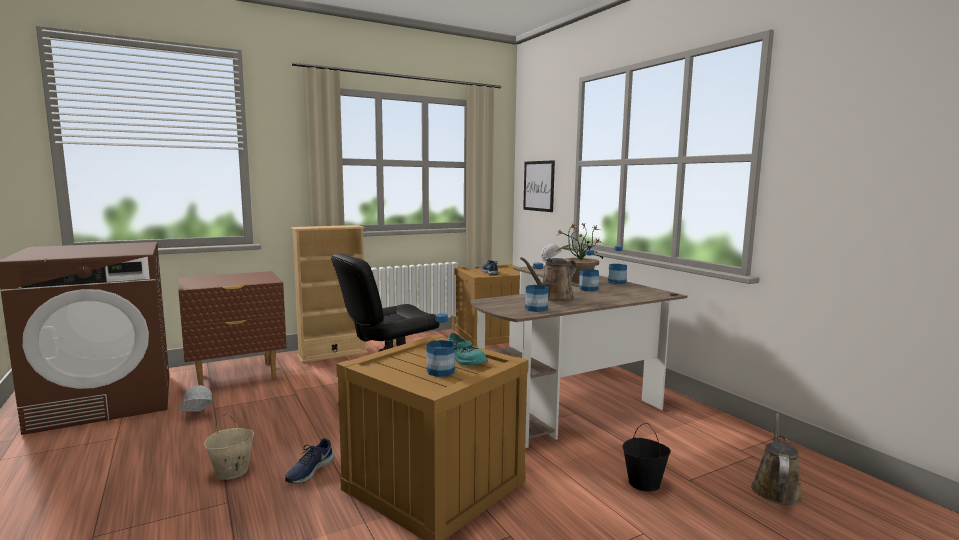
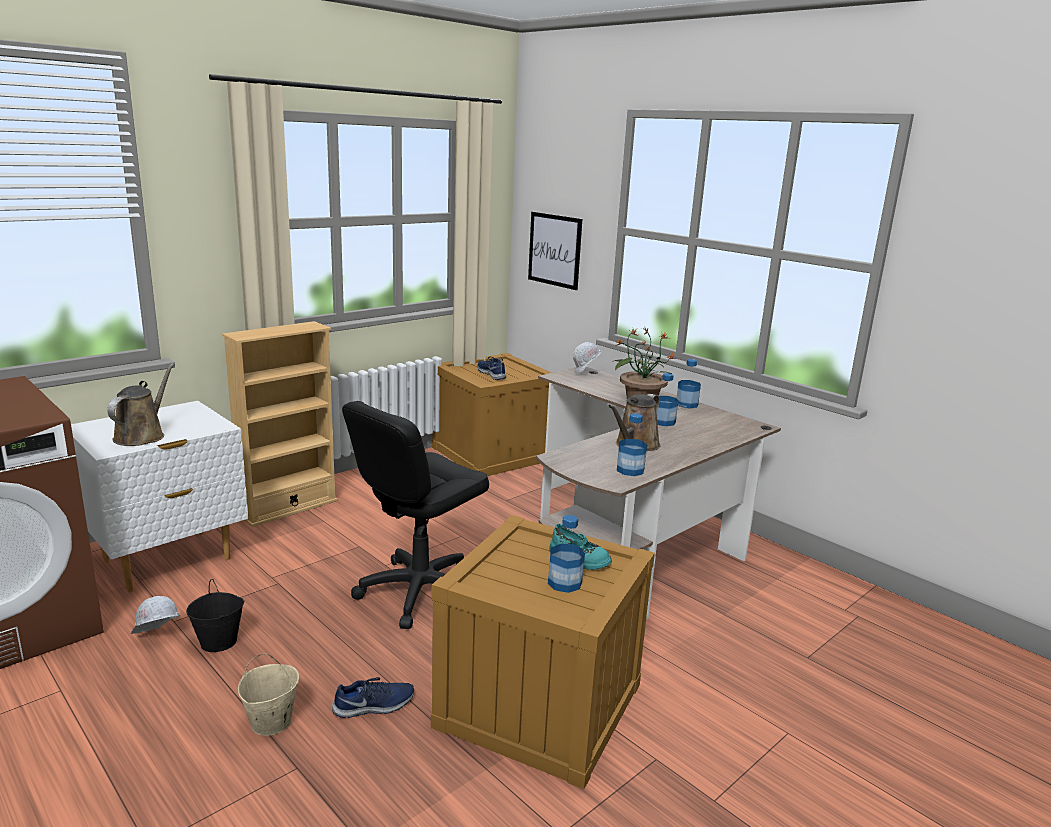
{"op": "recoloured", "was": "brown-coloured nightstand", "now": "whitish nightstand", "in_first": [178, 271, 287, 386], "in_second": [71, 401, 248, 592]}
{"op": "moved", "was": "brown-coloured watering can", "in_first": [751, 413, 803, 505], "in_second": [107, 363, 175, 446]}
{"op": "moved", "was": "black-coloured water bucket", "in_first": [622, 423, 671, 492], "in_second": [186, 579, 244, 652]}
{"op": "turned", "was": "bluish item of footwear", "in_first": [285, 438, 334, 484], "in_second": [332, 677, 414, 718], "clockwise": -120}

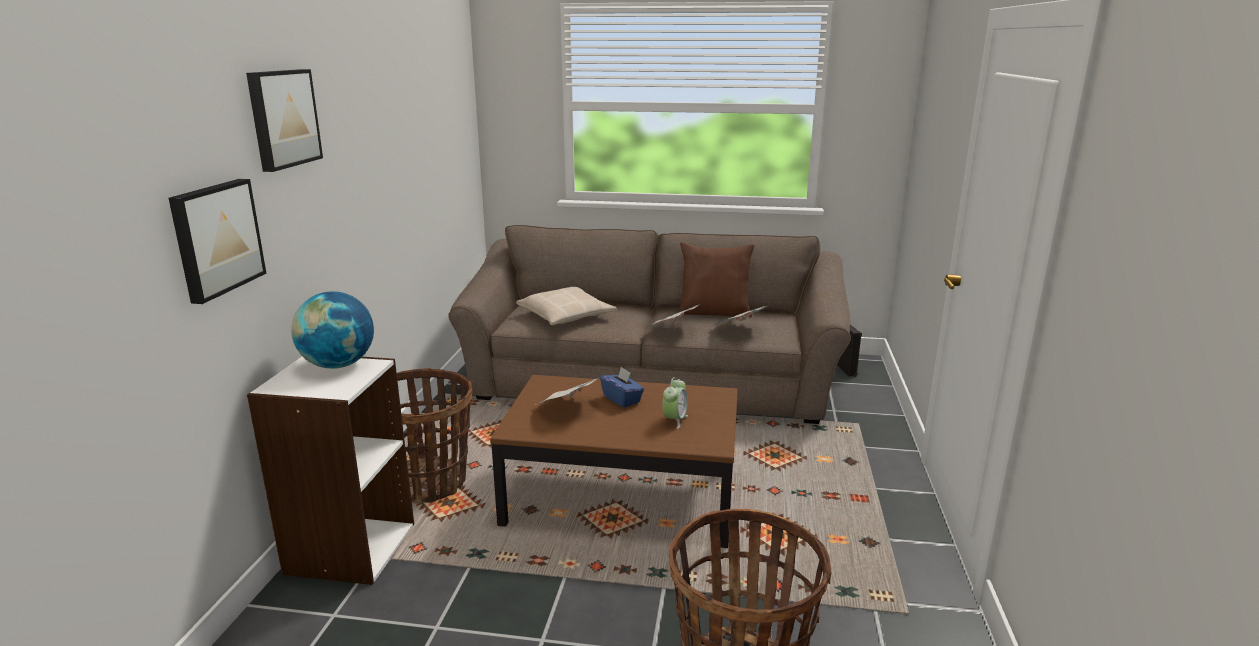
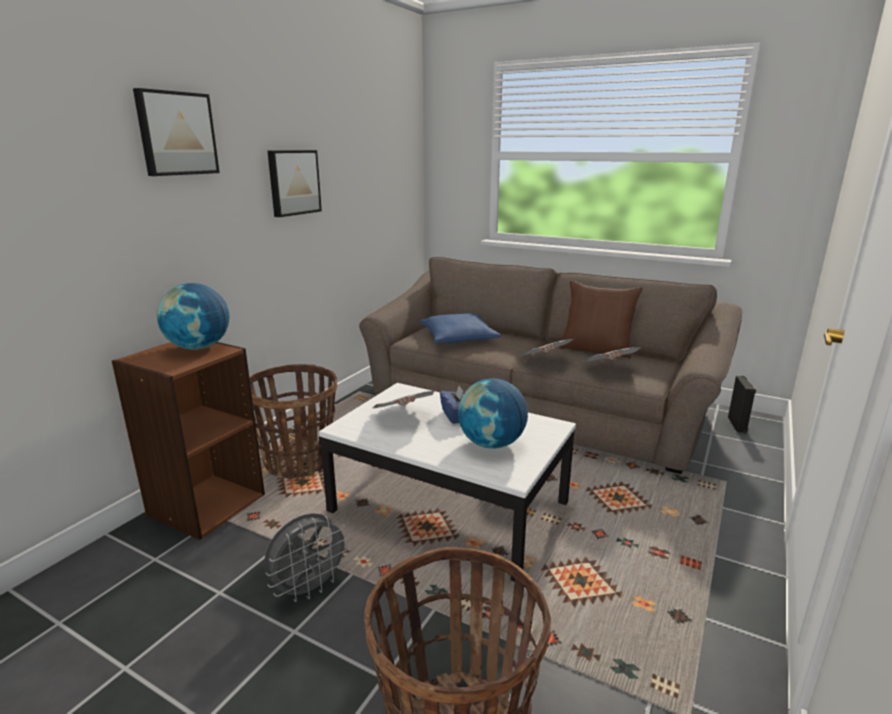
{"op": "moved", "was": "wall picture", "in_first": [168, 179, 266, 304], "in_second": [268, 150, 322, 217]}
{"op": "recoloured", "was": "beige-coloured pillow", "now": "bluish pillow", "in_first": [516, 287, 617, 325], "in_second": [420, 313, 501, 343]}
{"op": "recoloured", "was": "whitish shelving unit", "now": "brown-coloured shelving unit", "in_first": [247, 357, 414, 585], "in_second": [112, 342, 265, 540]}
{"op": "recoloured", "was": "brown-coloured lounge table", "now": "whitish lounge table", "in_first": [490, 375, 738, 548], "in_second": [319, 383, 576, 582]}
{"op": "replaced", "was": "alarm clock", "now": "globe", "in_first": [663, 377, 688, 429], "in_second": [458, 378, 528, 449]}
{"op": "added", "now": "grey electric fan", "in_second": [264, 513, 351, 602]}

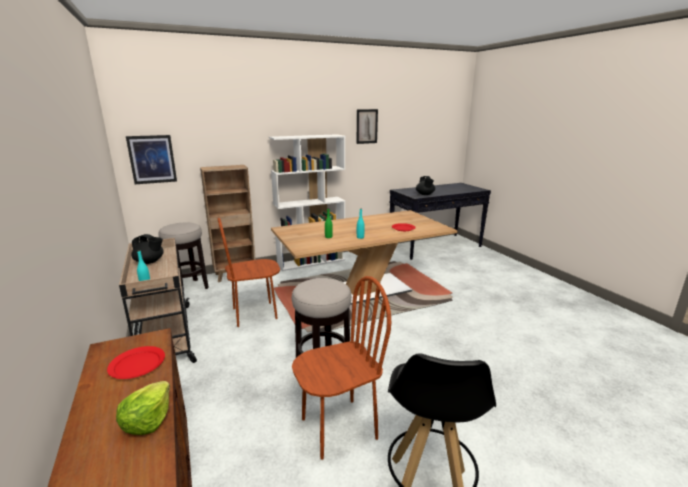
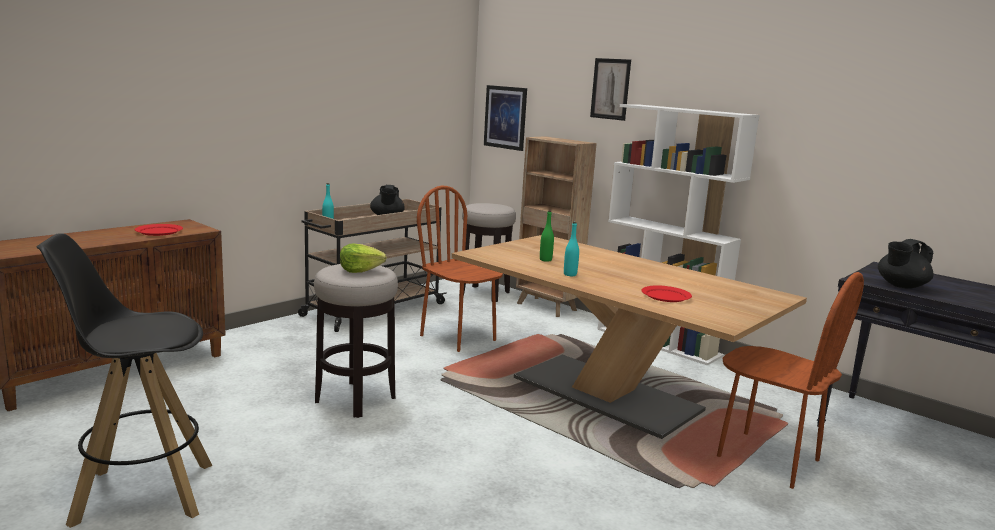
{"op": "moved", "was": "wall picture", "in_first": [357, 109, 378, 144], "in_second": [590, 58, 631, 121]}
{"op": "moved", "was": "brown-coloured upright chair", "in_first": [292, 276, 391, 460], "in_second": [717, 272, 864, 489]}
{"op": "moved", "was": "lettuce", "in_first": [116, 381, 170, 435], "in_second": [340, 243, 387, 273]}

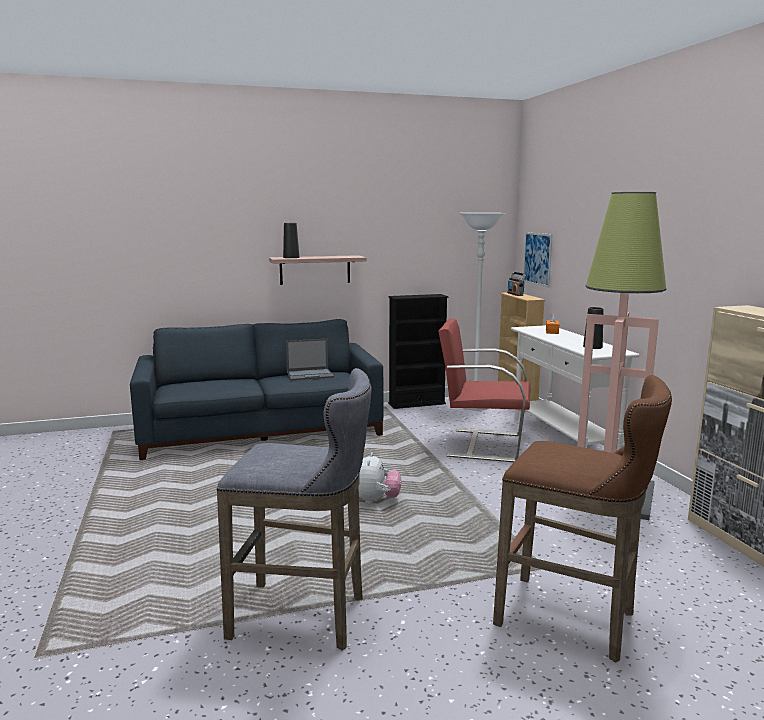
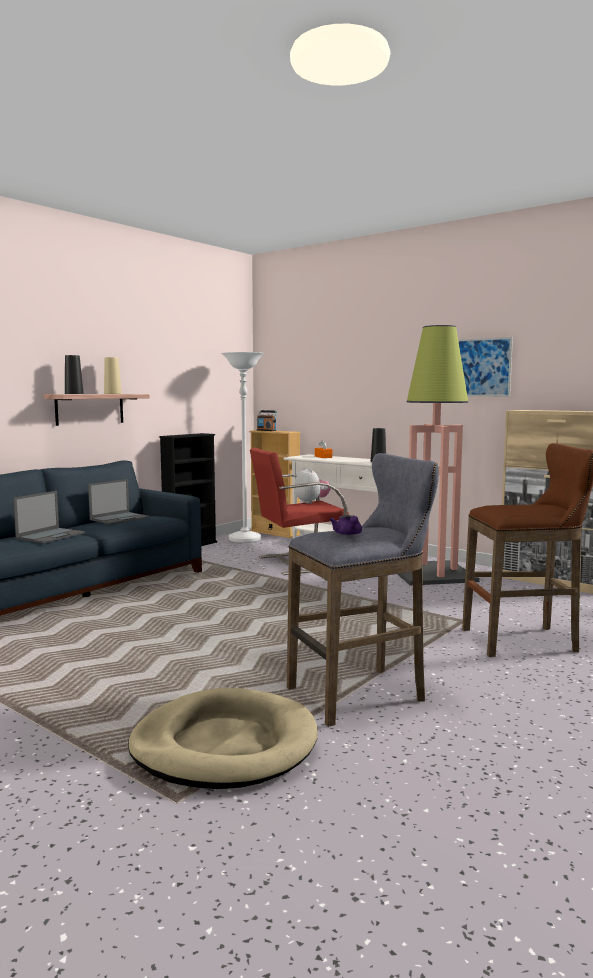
{"op": "moved", "was": "wall picture", "in_first": [523, 232, 553, 287], "in_second": [458, 337, 513, 397]}
{"op": "moved", "was": "cuddly toy", "in_first": [358, 452, 401, 504], "in_second": [294, 467, 330, 504]}
{"op": "added", "now": "beige-coloured vase", "in_second": [104, 357, 122, 394]}
{"op": "added", "now": "portable computer", "in_second": [13, 491, 85, 543]}
{"op": "added", "now": "purplish tea pot", "in_second": [329, 515, 362, 535]}
{"op": "added", "now": "beige-coloured dog cushion", "in_second": [128, 688, 318, 789]}

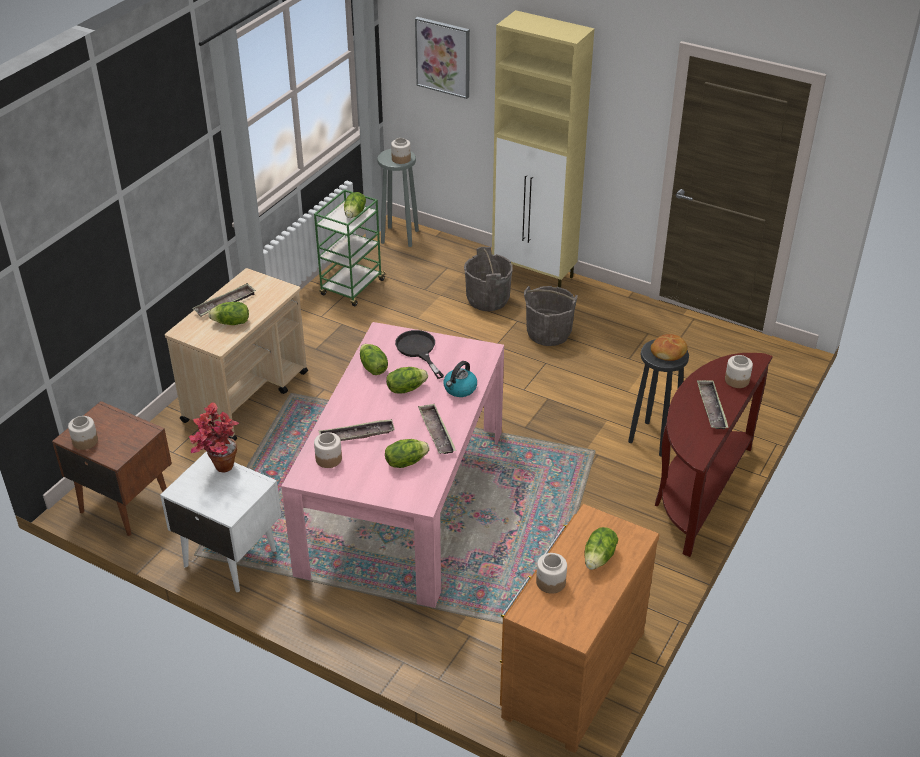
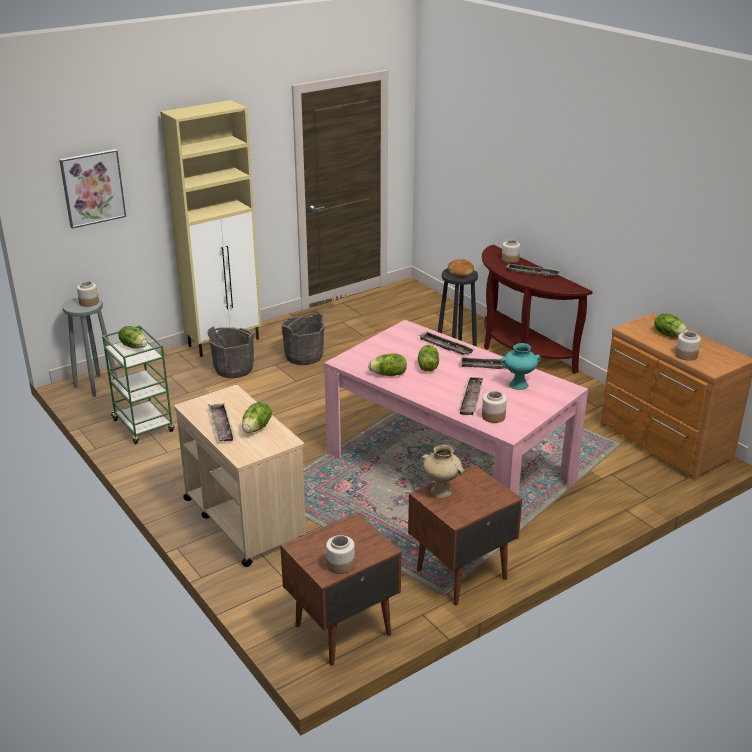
{"op": "removed", "was": "black-coloured frying pan", "in_first": [395, 330, 444, 379]}
{"op": "replaced", "was": "water kettle", "now": "tray", "in_first": [443, 361, 477, 397], "in_second": [418, 331, 475, 355]}
{"op": "replaced", "was": "plant in a pot", "now": "beige-coloured vase", "in_first": [189, 402, 239, 473], "in_second": [420, 445, 464, 498]}
{"op": "replaced", "was": "lettuce", "now": "blue-green vase", "in_first": [385, 439, 430, 468], "in_second": [501, 343, 541, 390]}
{"op": "recoloured", "was": "whitish nightstand", "now": "brown-coloured nightstand", "in_first": [160, 451, 281, 592], "in_second": [408, 465, 522, 606]}

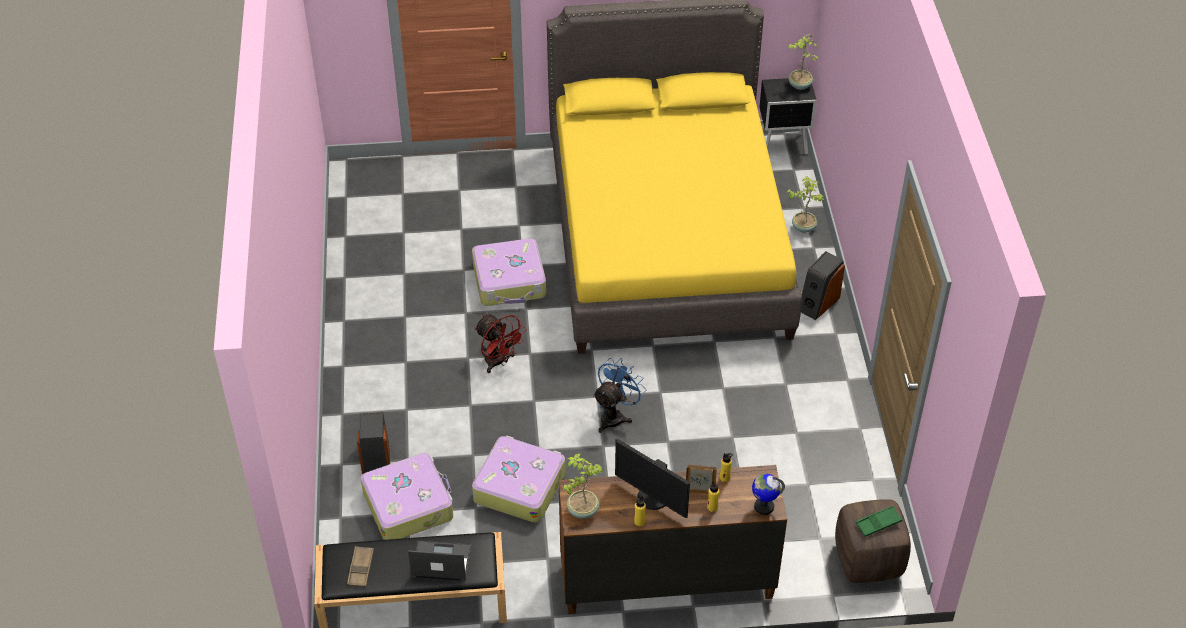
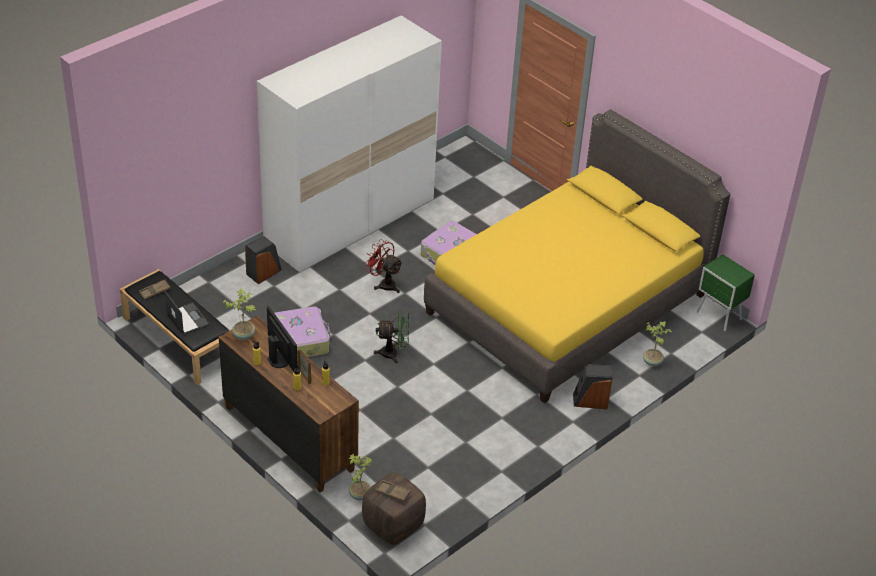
{"op": "moved", "was": "plant in a pot", "in_first": [788, 34, 818, 90], "in_second": [349, 454, 373, 500]}
{"op": "recoloured", "was": "black-coloured nightstand", "now": "greenish nightstand", "in_first": [759, 78, 817, 155], "in_second": [696, 254, 755, 331]}
{"op": "turned", "was": "red-coloured electric fan", "in_first": [474, 314, 527, 373], "in_second": [364, 239, 403, 293], "clockwise": 120}
{"op": "recoloured", "was": "bluish electric fan", "now": "greenish electric fan", "in_first": [593, 358, 646, 433], "in_second": [374, 311, 409, 363]}
{"op": "turned", "was": "monitor", "in_first": [615, 439, 690, 518], "in_second": [267, 306, 297, 372], "clockwise": 150}
{"op": "removed", "was": "piece of luggage", "in_first": [361, 453, 453, 540]}
{"op": "removed", "was": "globe", "in_first": [752, 474, 785, 515]}
{"op": "recoloured", "was": "greenish tray", "now": "brown-coloured tray", "in_first": [856, 506, 902, 537], "in_second": [375, 480, 411, 502]}
{"op": "added", "now": "whitish clothes cupboard", "in_second": [257, 15, 442, 272]}

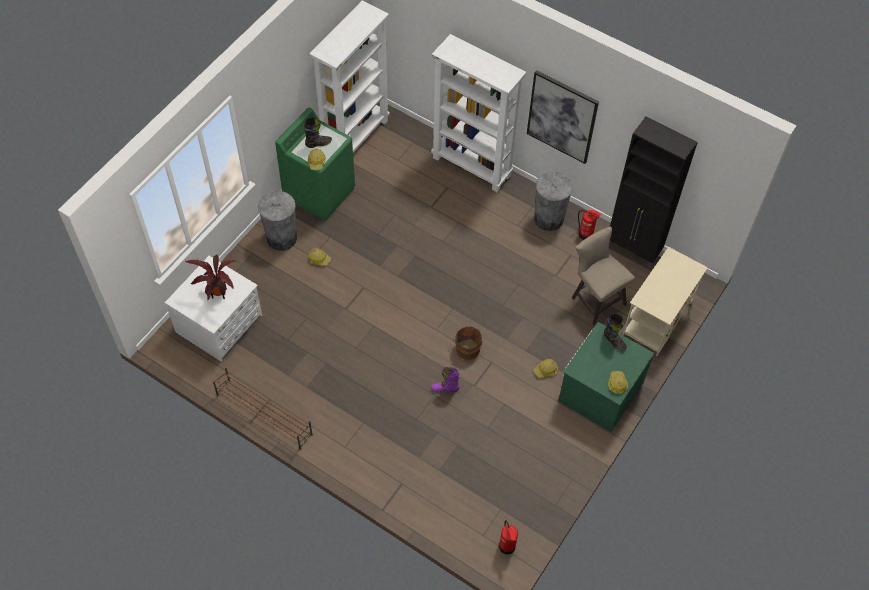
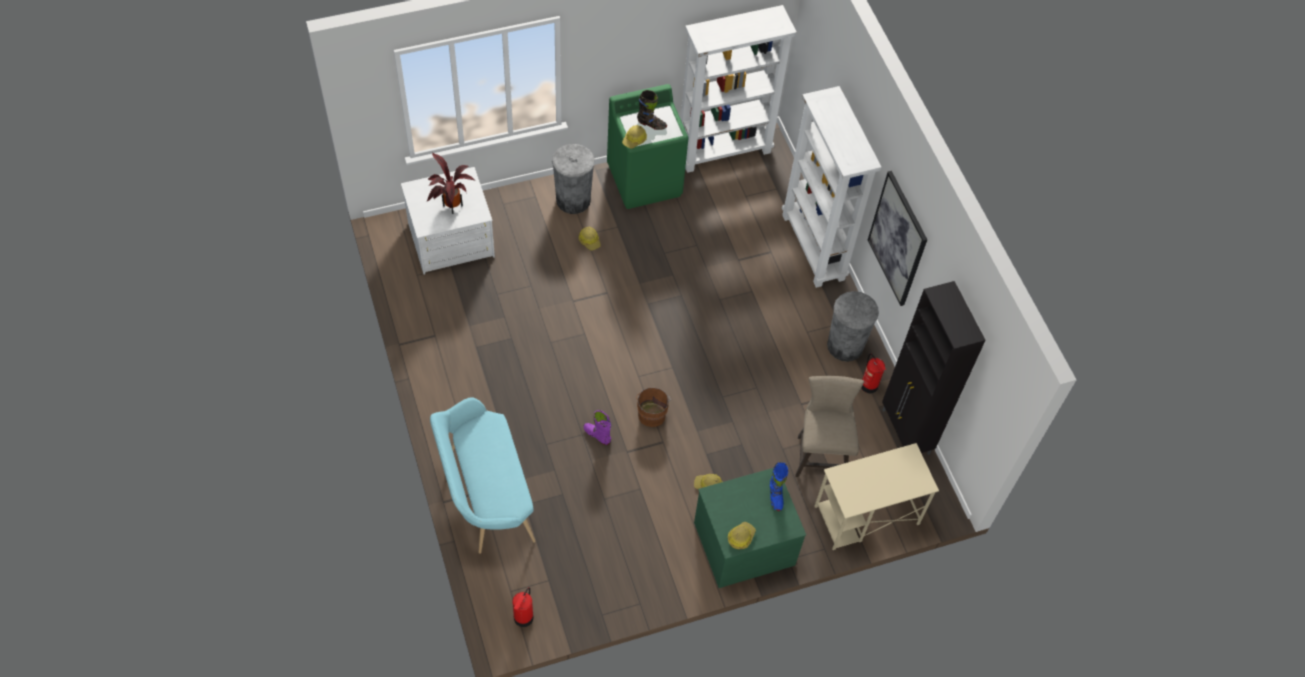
{"op": "recoloured", "was": "black-coloured high-top boot", "now": "bluish high-top boot", "in_first": [604, 313, 627, 351], "in_second": [770, 462, 788, 511]}
{"op": "removed", "was": "brown-coloured shoe stand", "in_first": [213, 367, 313, 450]}
{"op": "added", "now": "blue-green long seat", "in_second": [430, 397, 536, 554]}

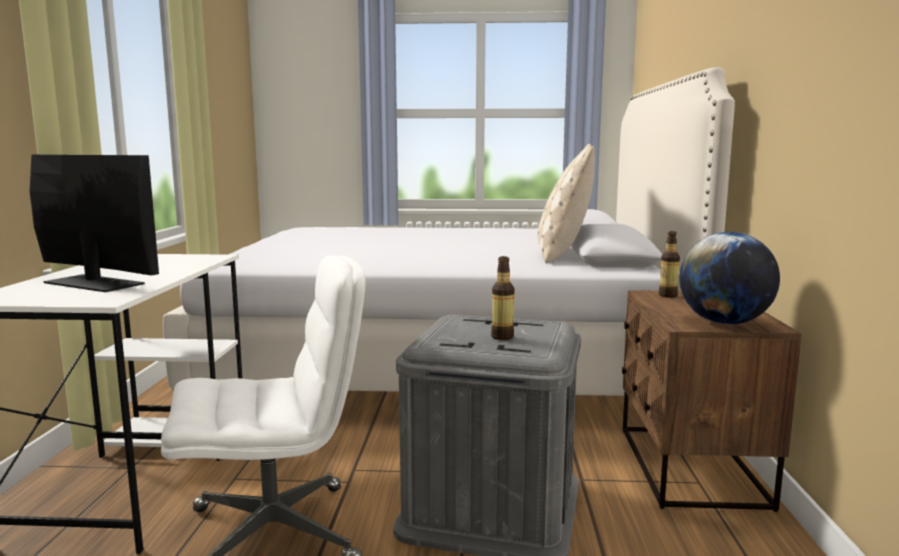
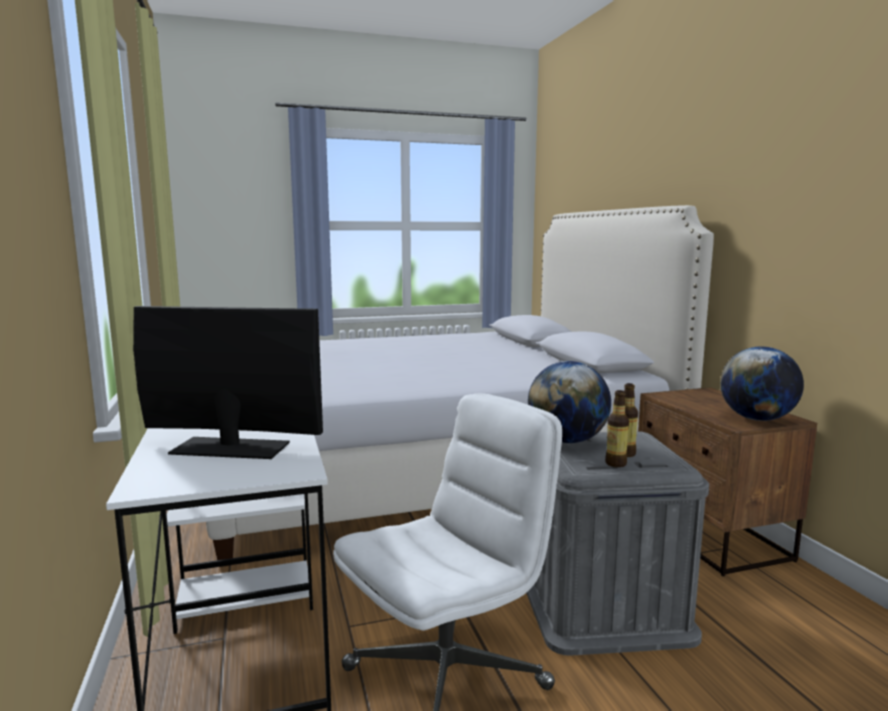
{"op": "removed", "was": "beige-coloured pillow", "in_first": [538, 144, 595, 263]}
{"op": "moved", "was": "bottle", "in_first": [659, 231, 680, 298], "in_second": [605, 390, 629, 467]}
{"op": "added", "now": "globe", "in_second": [528, 361, 611, 443]}

